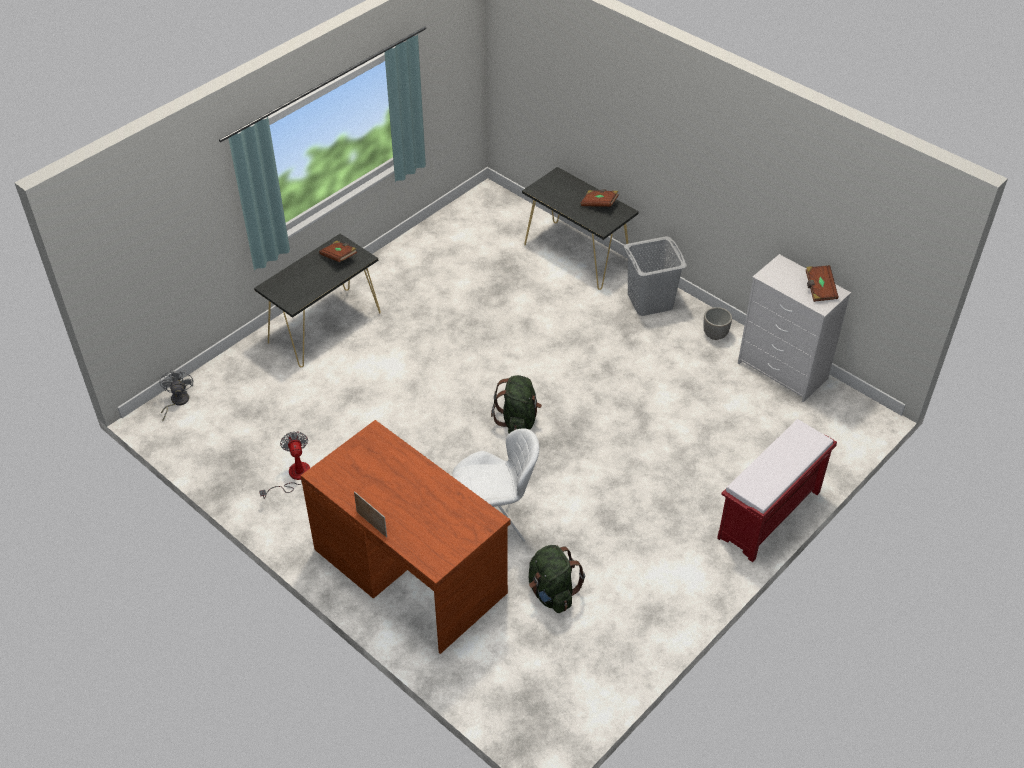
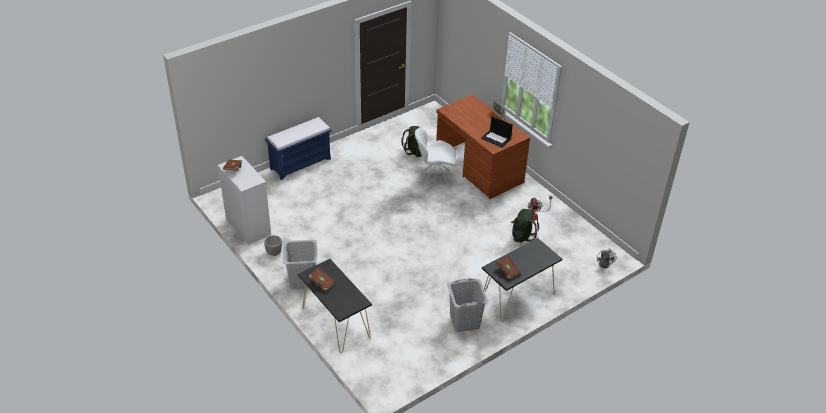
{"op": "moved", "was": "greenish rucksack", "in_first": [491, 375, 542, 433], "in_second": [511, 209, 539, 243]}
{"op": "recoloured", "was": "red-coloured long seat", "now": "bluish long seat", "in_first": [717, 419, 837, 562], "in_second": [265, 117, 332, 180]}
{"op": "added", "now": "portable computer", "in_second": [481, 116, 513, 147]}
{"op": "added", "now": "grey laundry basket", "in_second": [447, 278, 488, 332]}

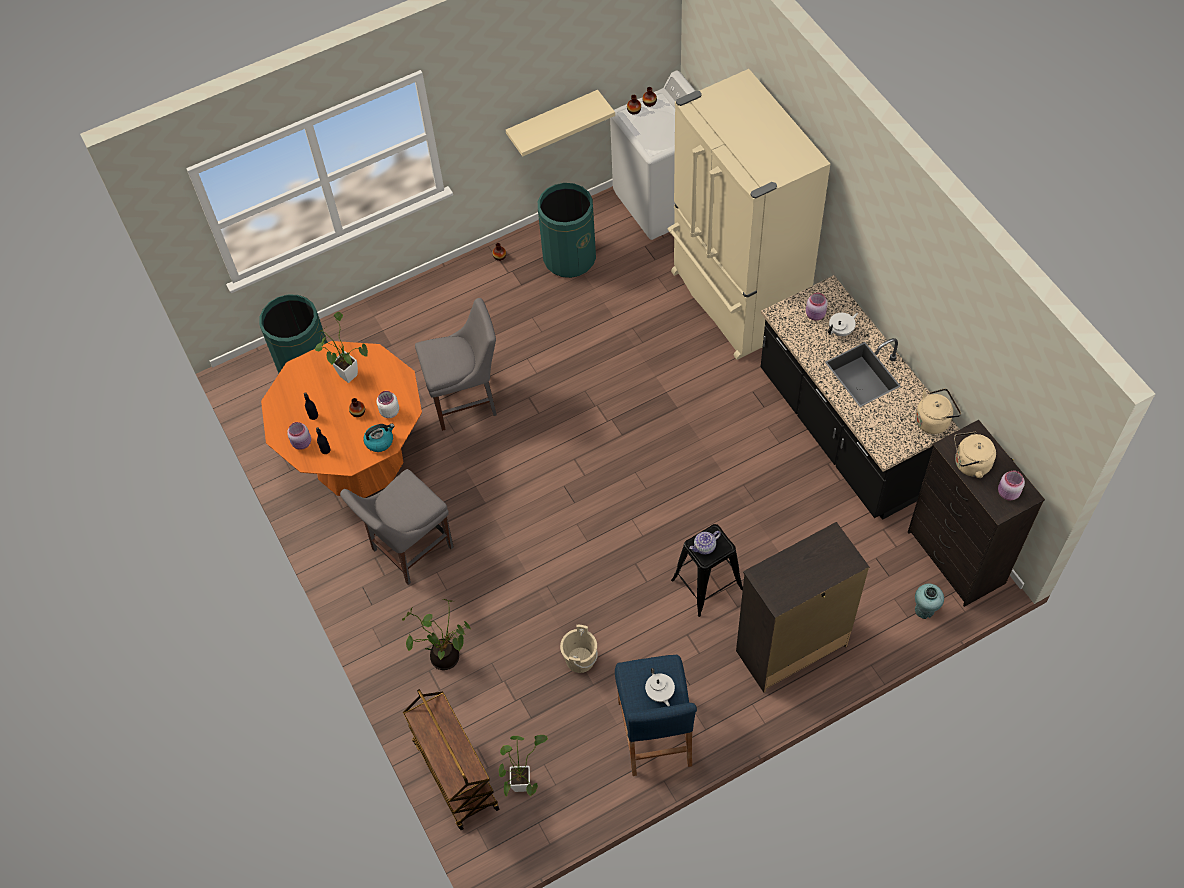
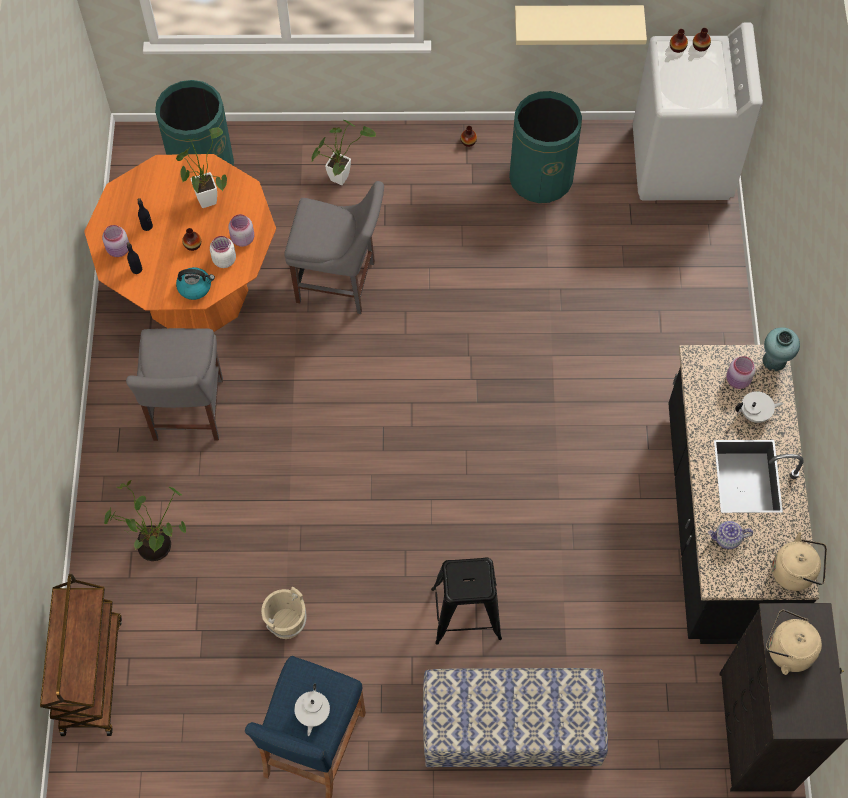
{"op": "removed", "was": "beige-coloured kitchen fridge", "in_first": [668, 69, 830, 360]}
{"op": "turned", "was": "grey upright chair", "in_first": [340, 469, 454, 585], "in_second": [126, 328, 223, 441], "clockwise": -75}
{"op": "moved", "was": "pink-coloured storage jar", "in_first": [998, 471, 1025, 500], "in_second": [228, 214, 254, 247]}
{"op": "replaced", "was": "black-coloured drawer chest", "now": "long seat", "in_first": [736, 522, 869, 693], "in_second": [423, 668, 608, 768]}
{"op": "moved", "was": "tea pot", "in_first": [689, 531, 721, 554], "in_second": [708, 521, 753, 549]}
{"op": "moved", "was": "blue-green vase", "in_first": [915, 583, 944, 619], "in_second": [762, 327, 800, 371]}
{"op": "moved", "was": "plant in a pot", "in_first": [499, 735, 548, 796], "in_second": [312, 120, 376, 185]}

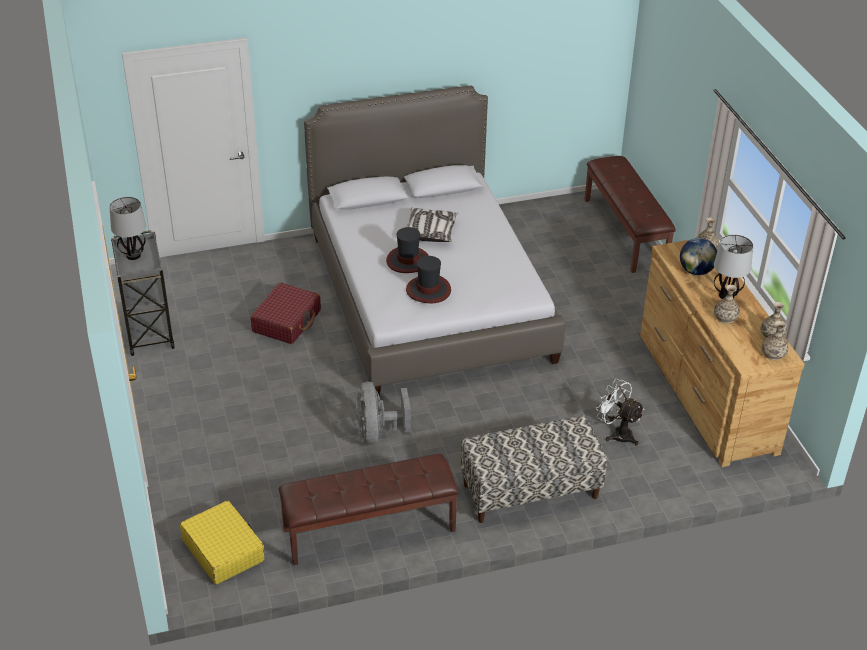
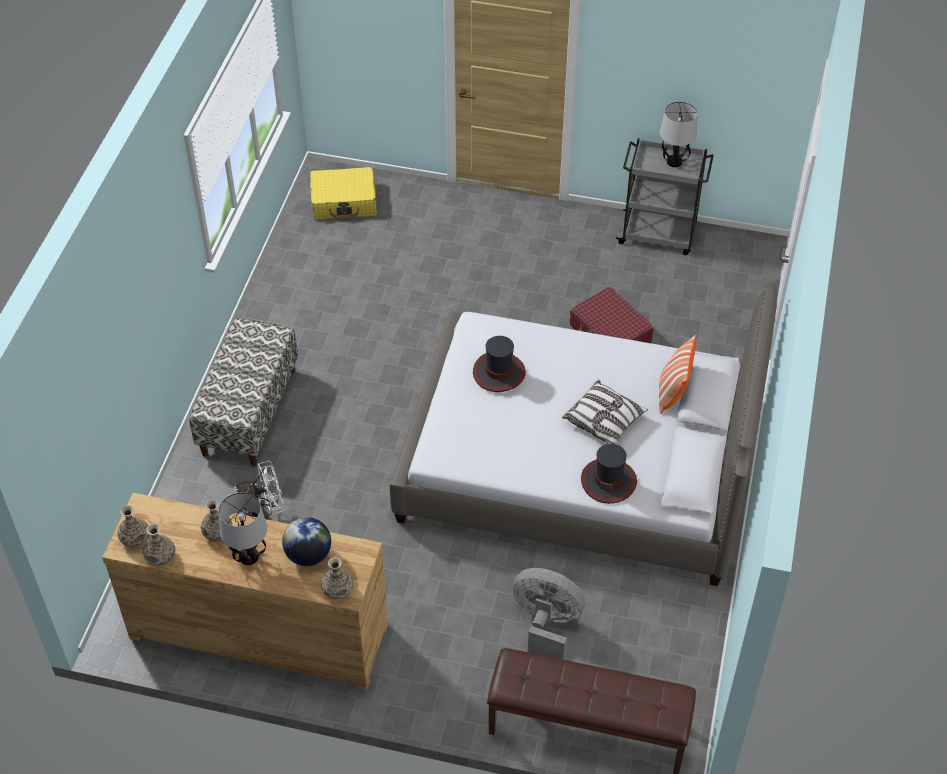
{"op": "moved", "was": "clothing hat", "in_first": [386, 227, 429, 273], "in_second": [581, 444, 637, 504]}
{"op": "moved", "was": "grey electric fan", "in_first": [356, 382, 411, 445], "in_second": [513, 568, 585, 660]}
{"op": "removed", "was": "brown-coloured long seat", "in_first": [279, 454, 458, 565]}
{"op": "added", "now": "pillow", "in_second": [659, 335, 696, 414]}

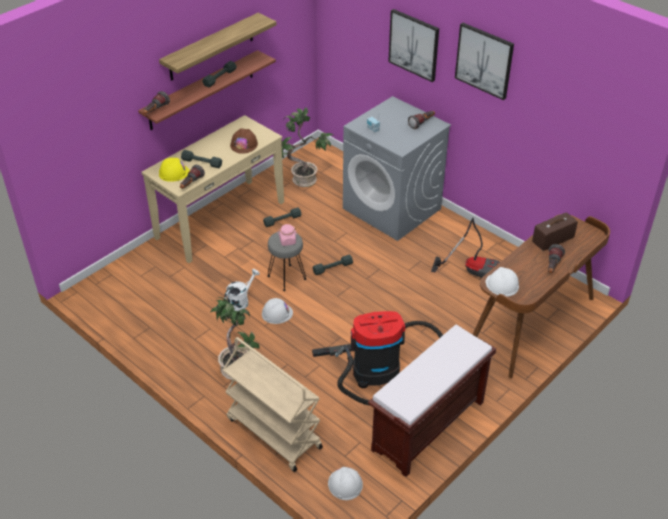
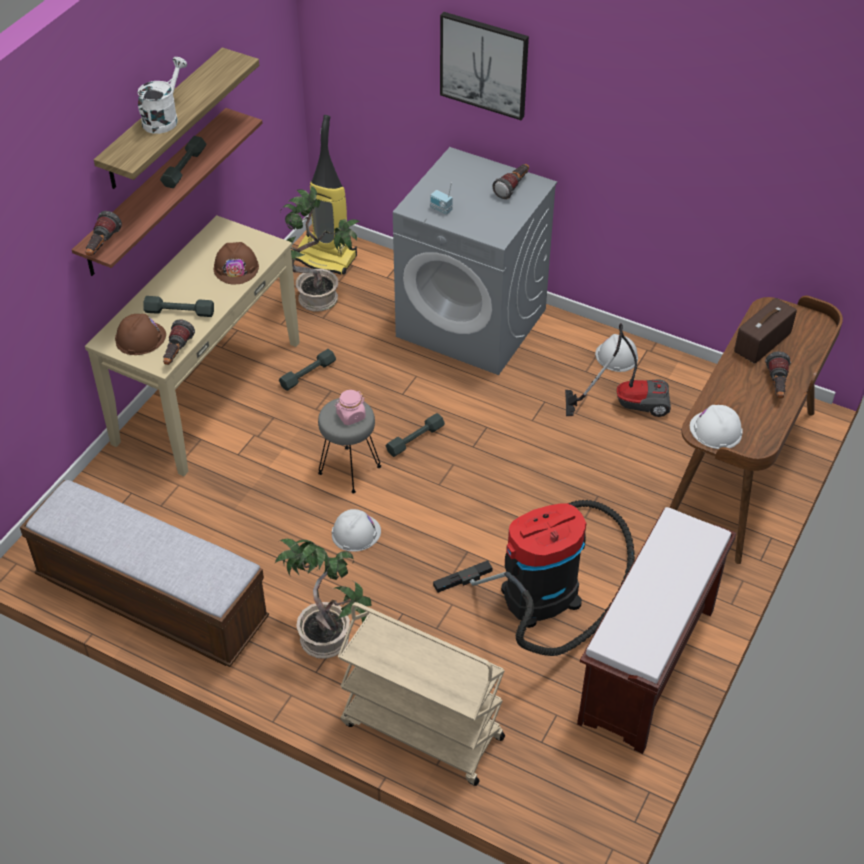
{"op": "removed", "was": "wall picture", "in_first": [455, 23, 514, 100]}
{"op": "recoloured", "was": "yellowish hard hat", "now": "brown-coloured hard hat", "in_first": [159, 158, 190, 182], "in_second": [115, 314, 166, 355]}
{"op": "moved", "was": "whitish watering can", "in_first": [224, 269, 260, 311], "in_second": [137, 57, 187, 134]}
{"op": "moved", "was": "whitish hard hat", "in_first": [328, 467, 363, 500], "in_second": [595, 334, 638, 372]}
{"op": "added", "now": "hoover", "in_second": [296, 115, 357, 275]}
{"op": "added", "now": "long seat", "in_second": [20, 480, 269, 667]}

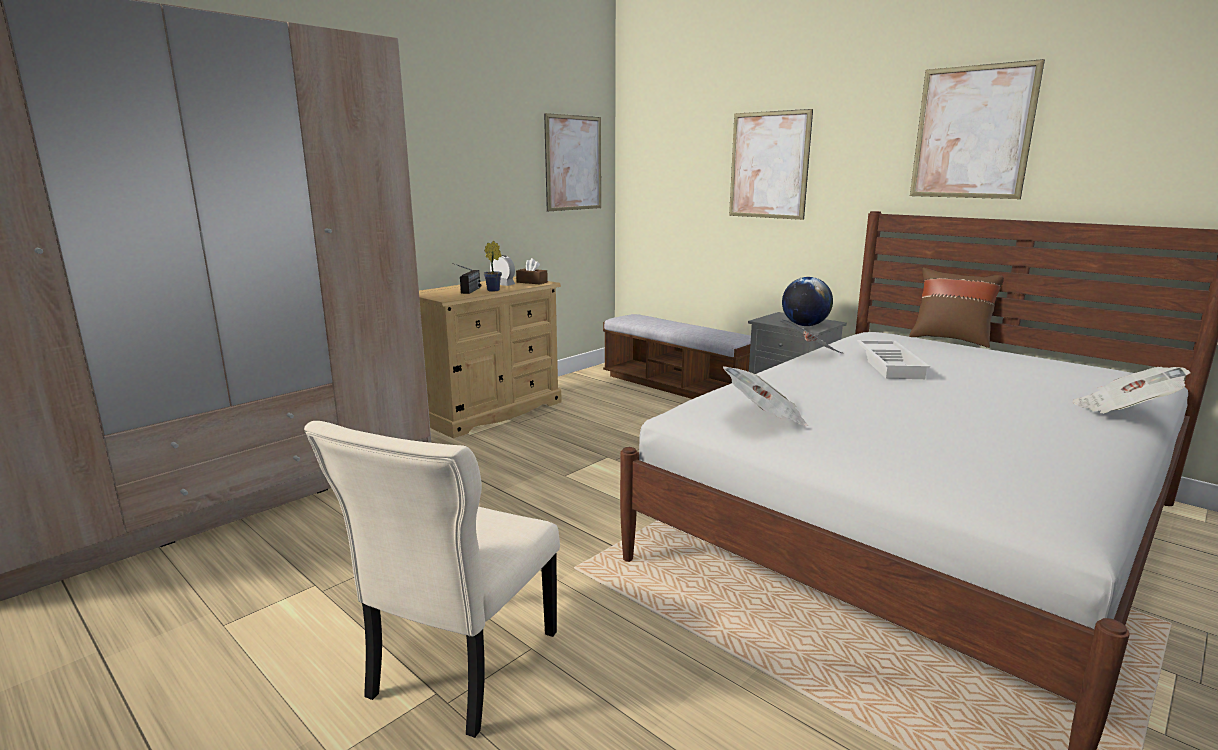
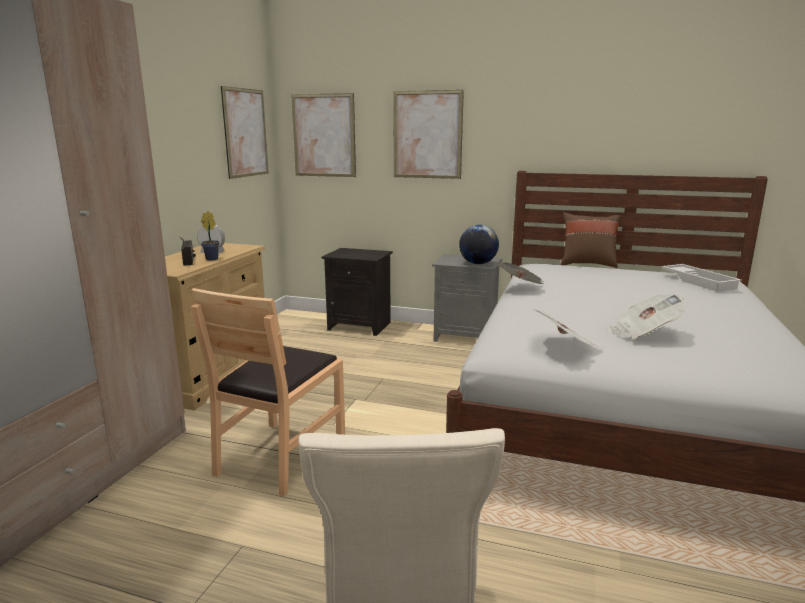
{"op": "moved", "was": "wall picture", "in_first": [910, 59, 1045, 199], "in_second": [291, 93, 356, 177]}
{"op": "removed", "was": "brown-coloured tissue holder", "in_first": [516, 258, 548, 284]}
{"op": "replaced", "was": "long seat", "now": "black-coloured nightstand", "in_first": [603, 314, 751, 399], "in_second": [321, 248, 393, 336]}
{"op": "moved", "was": "whitish tray", "in_first": [857, 340, 930, 379], "in_second": [661, 264, 742, 292]}
{"op": "moved", "was": "newspaper", "in_first": [1072, 367, 1191, 413], "in_second": [607, 295, 685, 339]}
{"op": "added", "now": "brown-coloured upright chair", "in_second": [191, 288, 345, 496]}

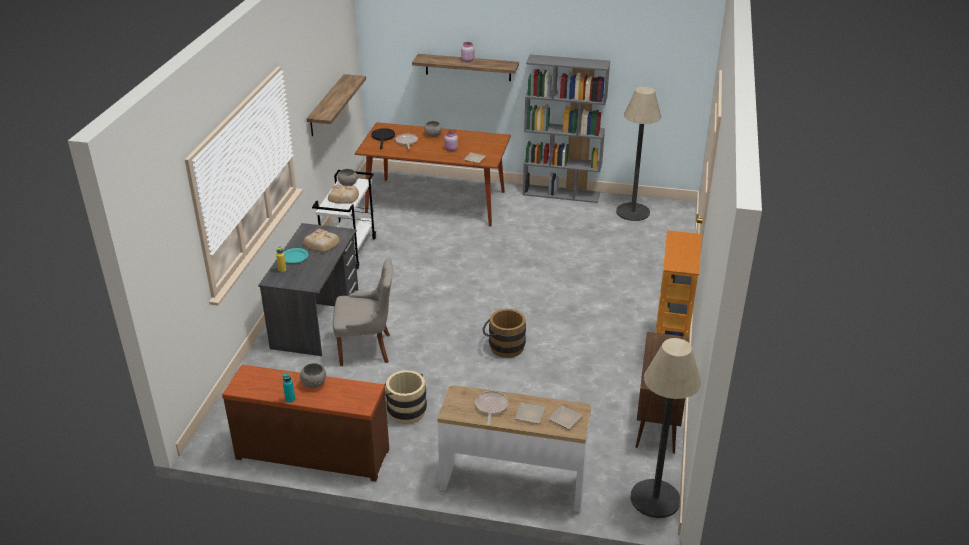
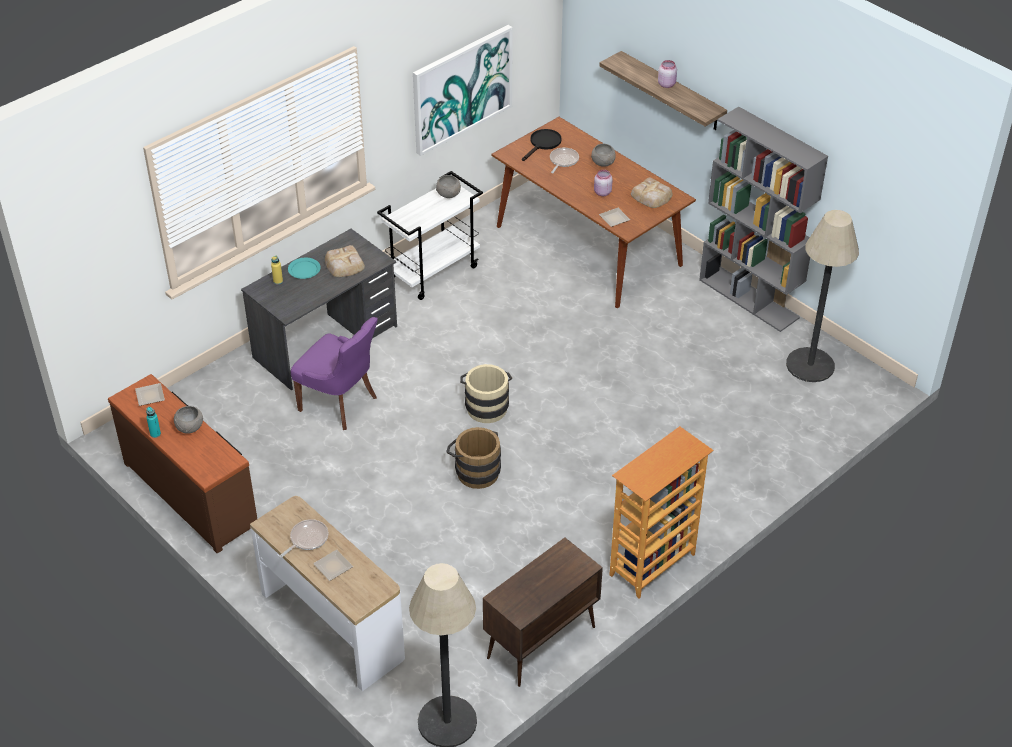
{"op": "replaced", "was": "wall shelf", "now": "wall picture", "in_first": [307, 74, 366, 136], "in_second": [413, 25, 513, 156]}
{"op": "moved", "was": "baked bread", "in_first": [328, 185, 359, 203], "in_second": [631, 177, 673, 208]}
{"op": "recoloured", "was": "grey upright chair", "now": "purplish upright chair", "in_first": [333, 259, 393, 366], "in_second": [291, 317, 378, 430]}
{"op": "moved", "was": "beige-coloured water bucket", "in_first": [385, 370, 427, 424], "in_second": [460, 364, 512, 423]}
{"op": "moved", "was": "flat dish", "in_first": [548, 405, 583, 429], "in_second": [135, 383, 165, 406]}

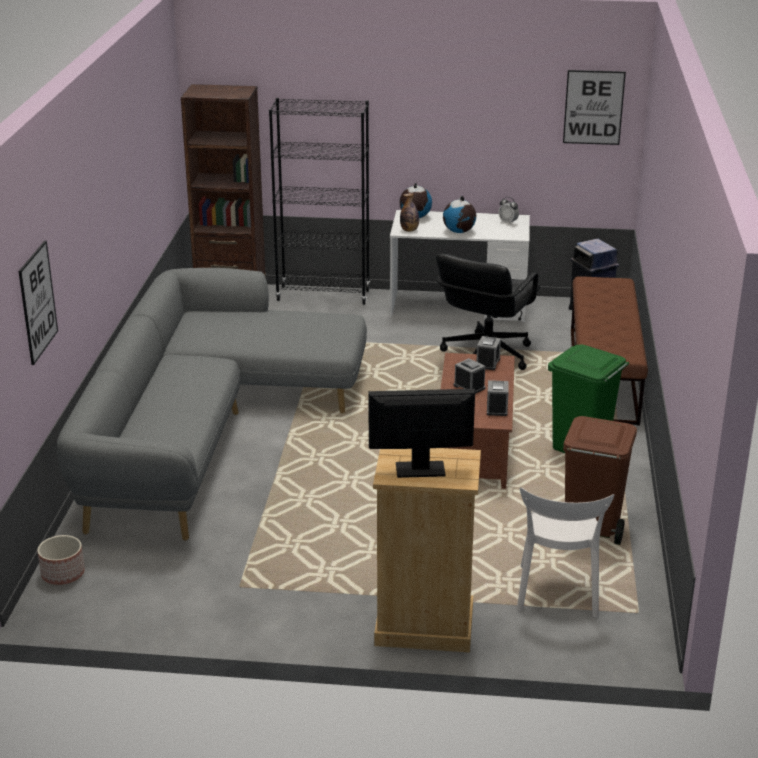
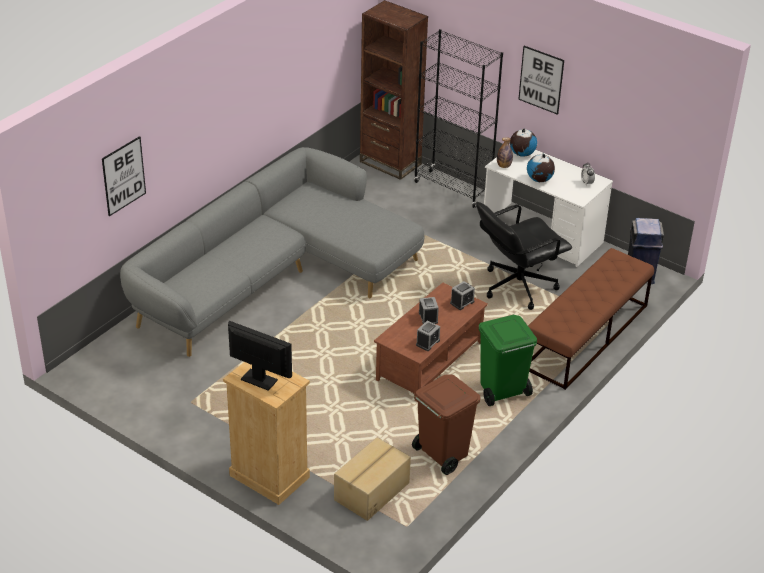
{"op": "moved", "was": "wall picture", "in_first": [563, 70, 626, 145], "in_second": [518, 46, 564, 115]}
{"op": "replaced", "was": "whitish upright chair", "now": "carton", "in_first": [517, 487, 614, 618], "in_second": [334, 437, 411, 521]}
{"op": "removed", "was": "planter", "in_first": [37, 535, 85, 585]}

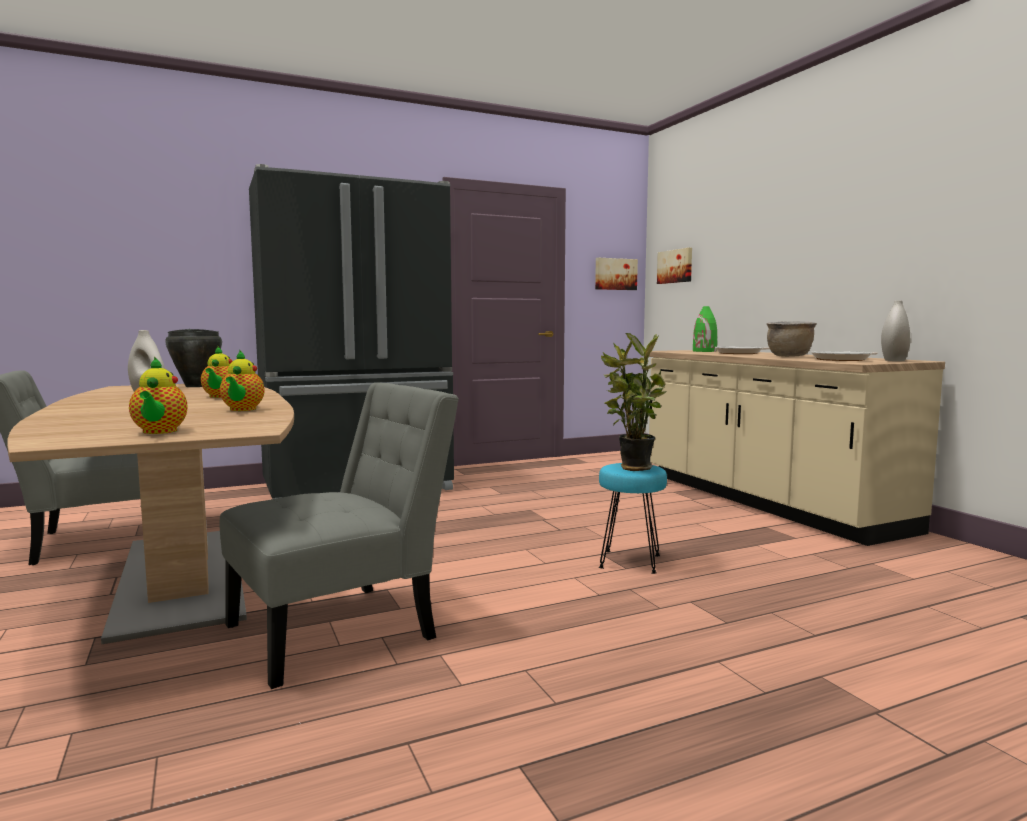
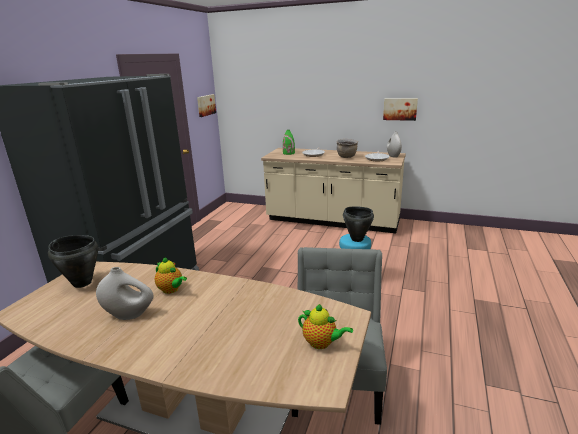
{"op": "moved", "was": "wall picture", "in_first": [657, 248, 692, 284], "in_second": [383, 99, 418, 121]}
{"op": "replaced", "was": "plant in a pot", "now": "black-coloured cooking pot", "in_first": [601, 333, 667, 471], "in_second": [343, 206, 374, 242]}
{"op": "removed", "was": "tea pot", "in_first": [220, 351, 265, 411]}

